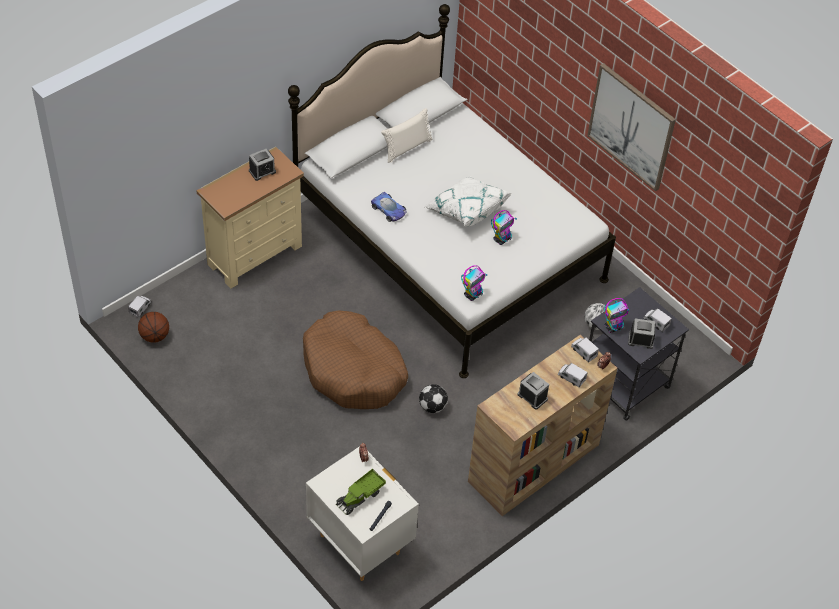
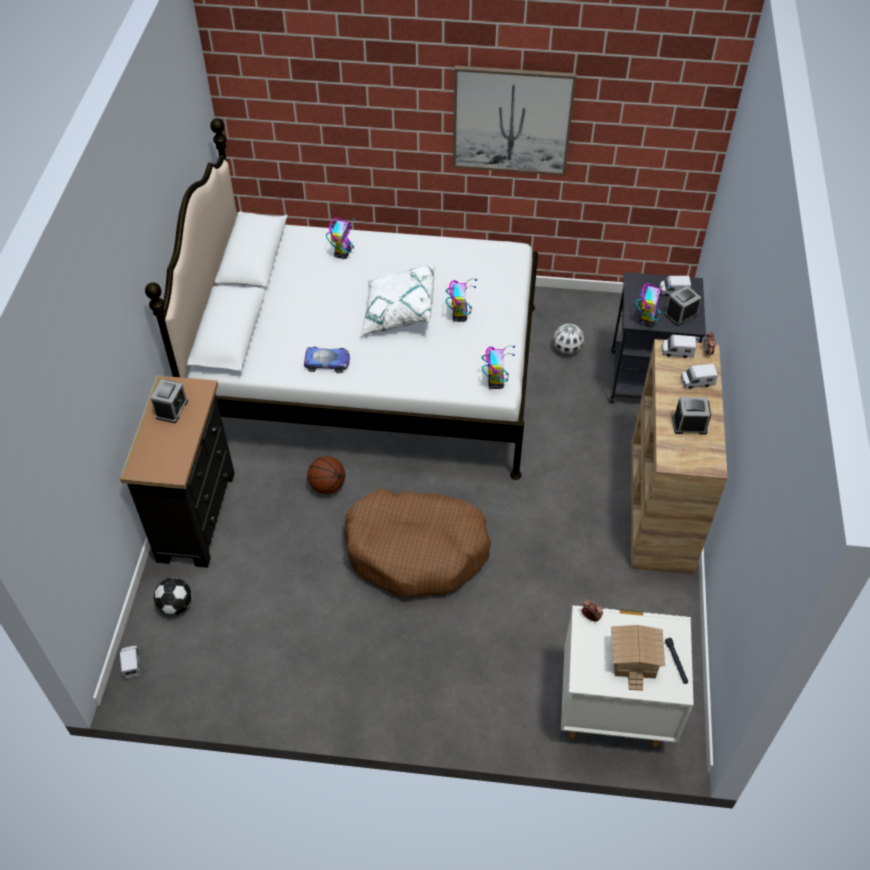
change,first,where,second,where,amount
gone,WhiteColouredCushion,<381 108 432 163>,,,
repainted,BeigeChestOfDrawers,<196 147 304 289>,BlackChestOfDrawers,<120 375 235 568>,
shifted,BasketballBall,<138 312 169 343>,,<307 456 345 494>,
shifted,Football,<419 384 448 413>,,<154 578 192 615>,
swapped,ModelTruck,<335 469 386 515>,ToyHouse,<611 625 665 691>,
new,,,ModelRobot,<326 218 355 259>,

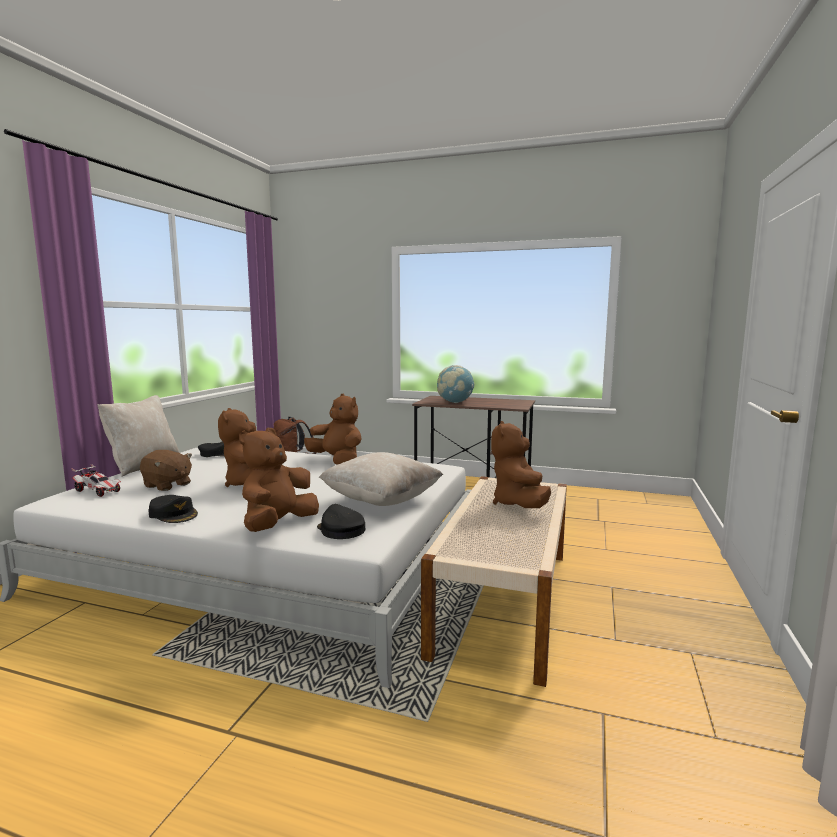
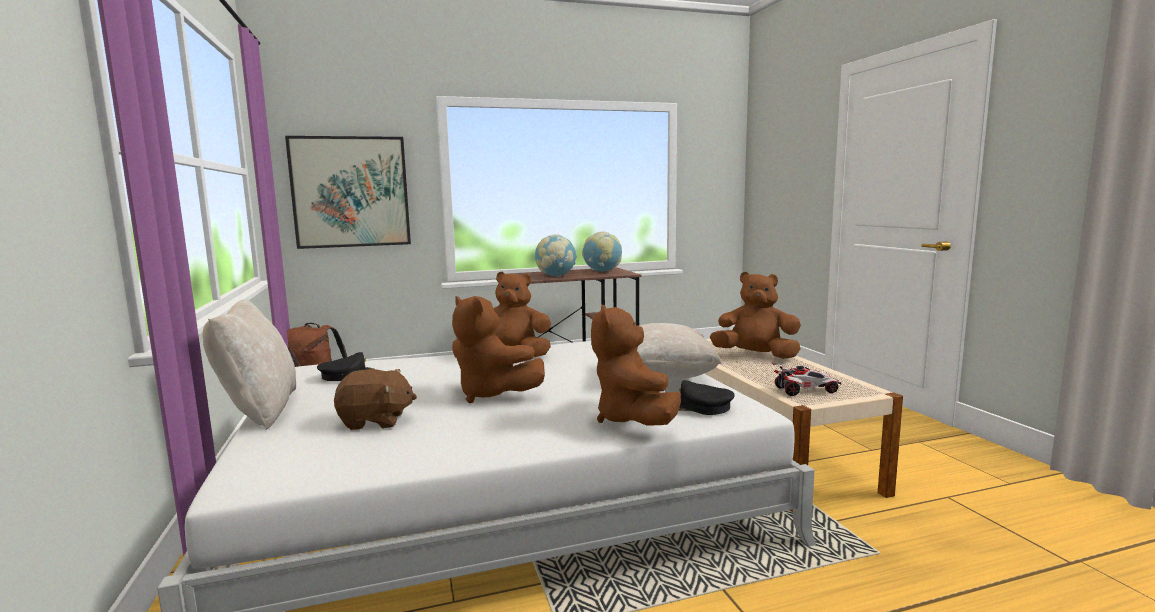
change,first,where,second,where,amount
rotated,BrownColouredPlushToy,<491 421 551 508>,,<710 272 801 359>,135 degrees clockwise
shifted,ToyCar,<71 464 121 497>,,<771 362 841 396>,
gone,BlackPeakedCap,<148 495 198 523>,,,
new,,,Picture,<285 136 411 249>,
new,,,WorldGlobe,<582 232 622 272>,

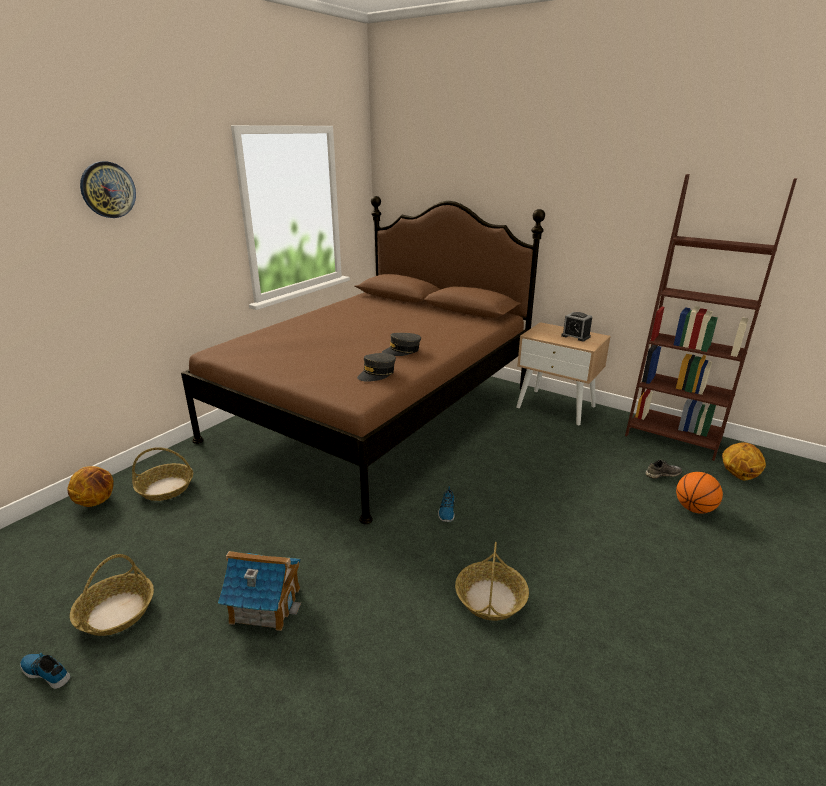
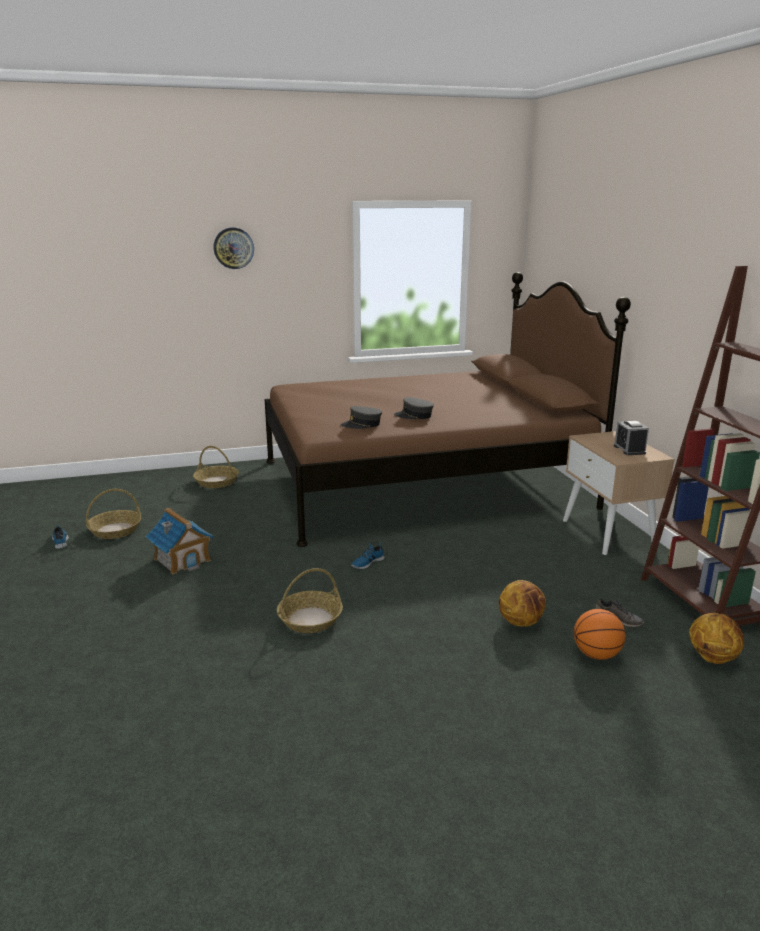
change,first,where,second,where,amount
shifted,BasketballBall,<67 466 114 507>,,<499 580 546 627>,

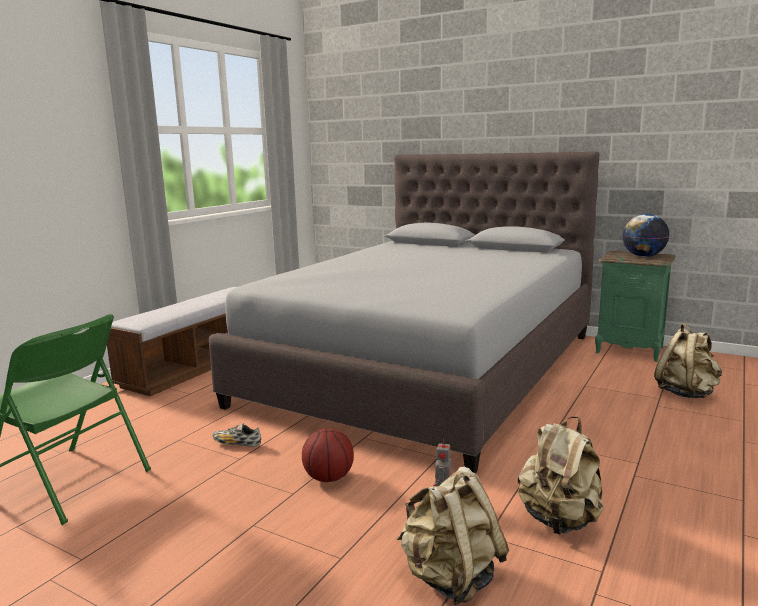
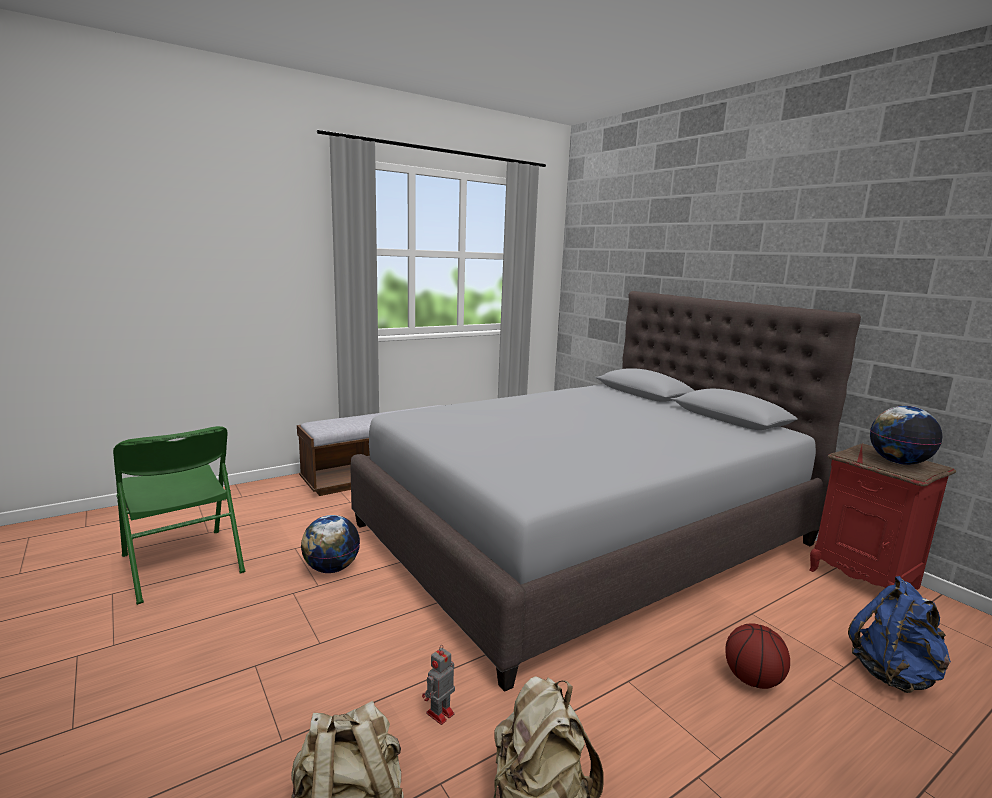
change,first,where,second,where,amount
repainted,GreenColouredNightTable,<595 251 676 362>,RedNightTable,<810 443 956 590>,
repainted,BeigeBackpack,<654 323 722 398>,BlueColouredBackpack,<848 576 951 693>,
swapped,Shoe,<212 423 261 447>,WorldGlobe,<301 515 360 573>,
shifted,BasketballBall,<302 428 354 482>,,<725 623 790 689>,

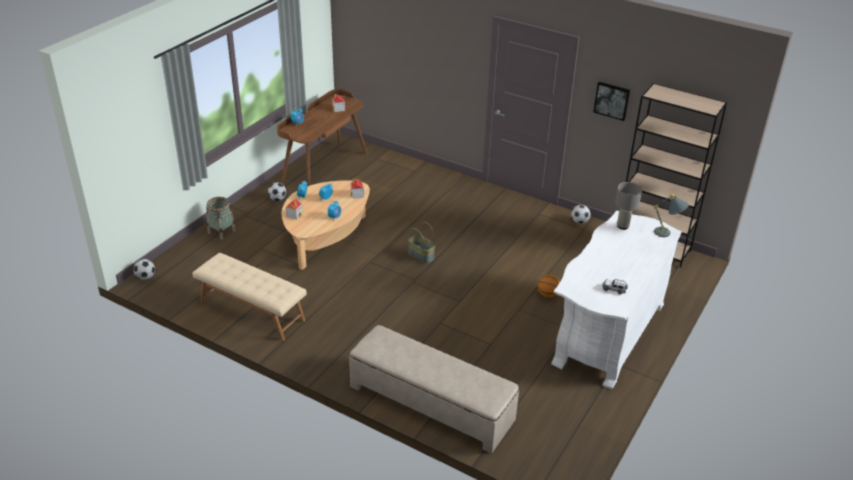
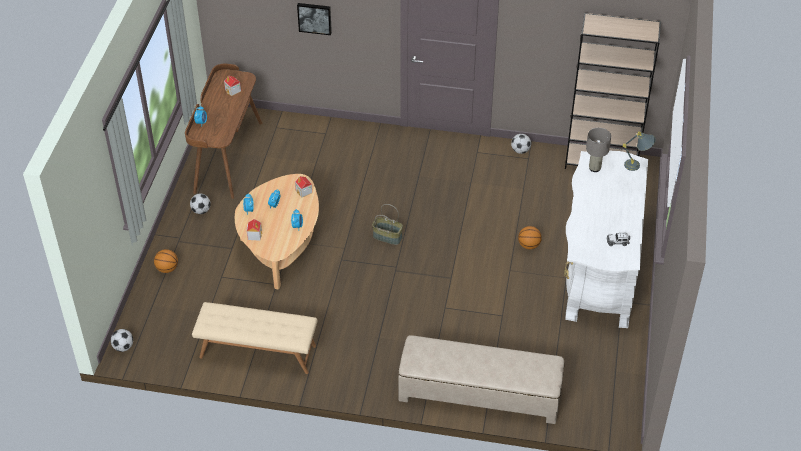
change,first,where,second,where,amount
shifted,Picture,<594 82 630 121>,,<297 3 332 35>,
swapped,HouseholdBasket,<206 197 236 240>,BasketballBall,<154 249 178 273>,

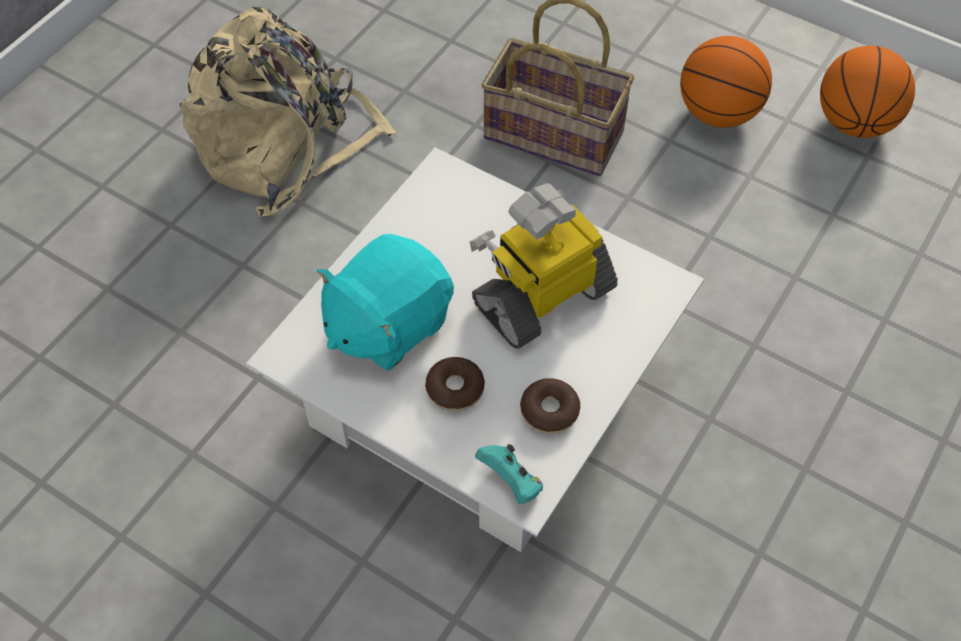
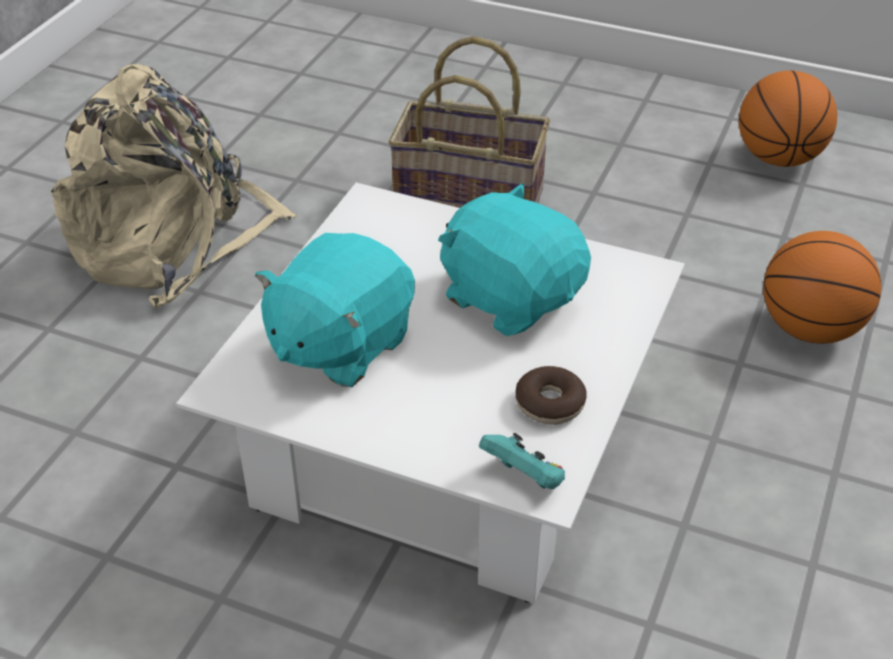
change,first,where,second,where,amount
shifted,BasketballBall,<680 36 772 128>,,<763 231 881 344>,
swapped,ModelRobot,<470 183 618 349>,TurquoiseColouredPlushToy,<438 183 591 336>,
gone,Donut,<425 357 485 411>,,,

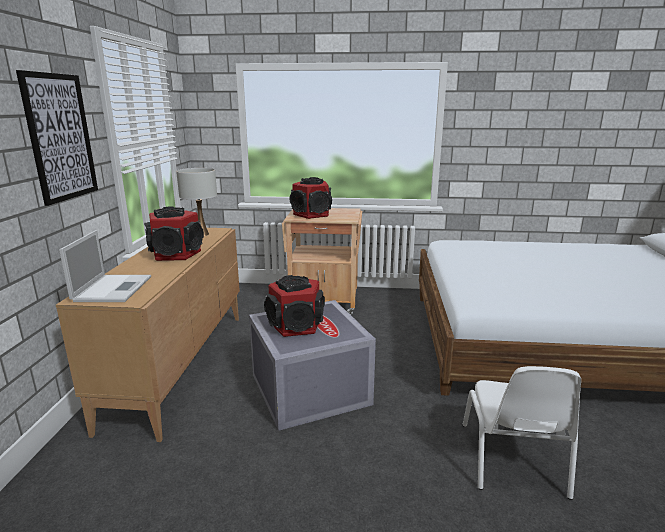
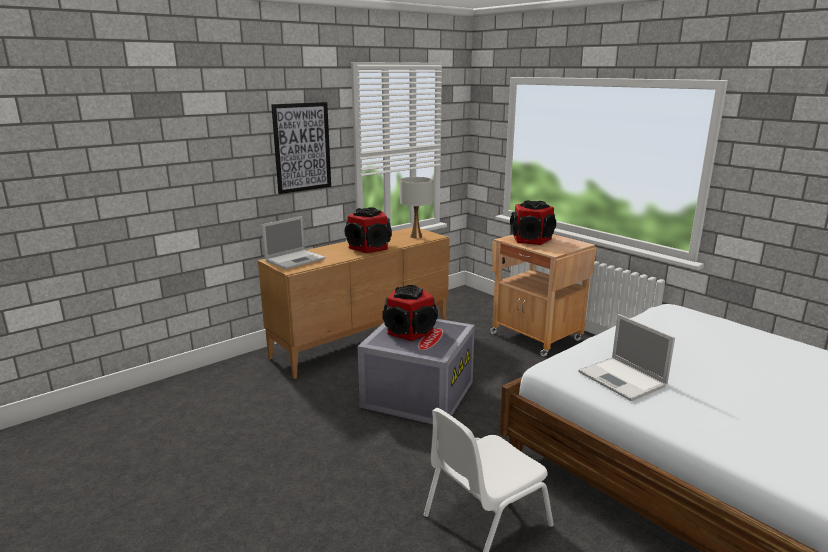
change,first,where,second,where,amount
new,,,Laptop,<578 314 675 401>,

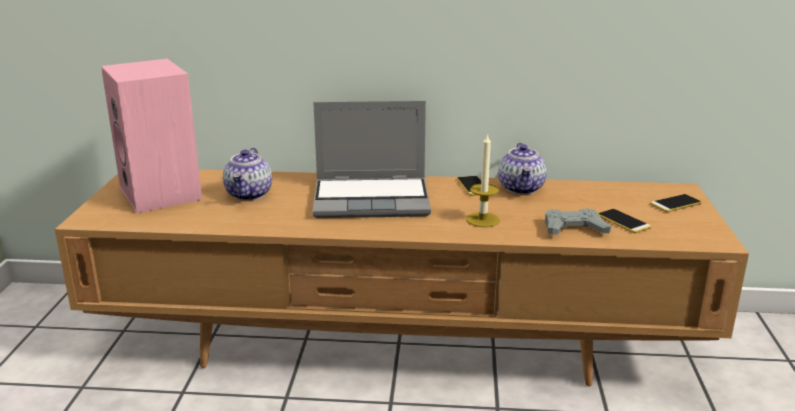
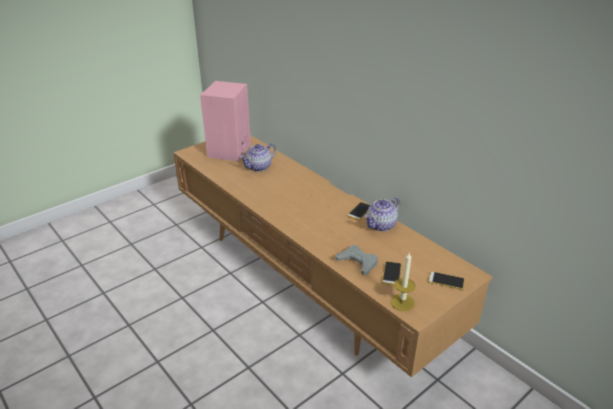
change,first,where,second,where,amount
gone,Laptop,<312 101 431 218>,,,
shifted,Candle,<466 133 500 227>,,<391 253 416 311>,

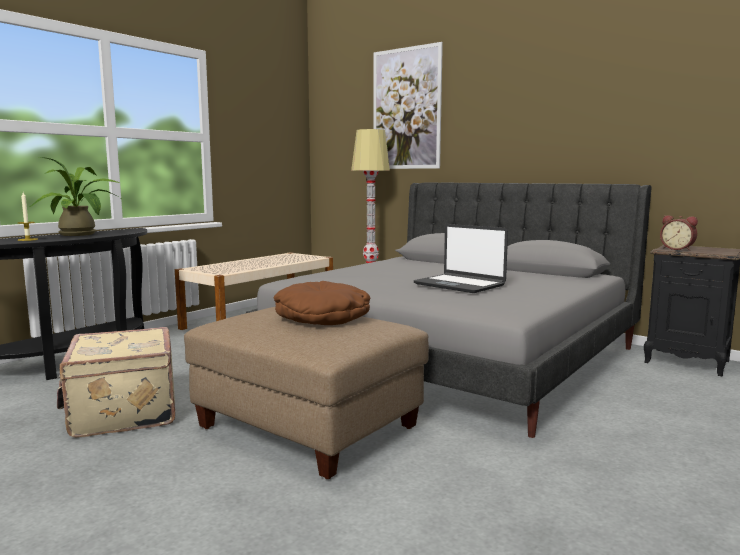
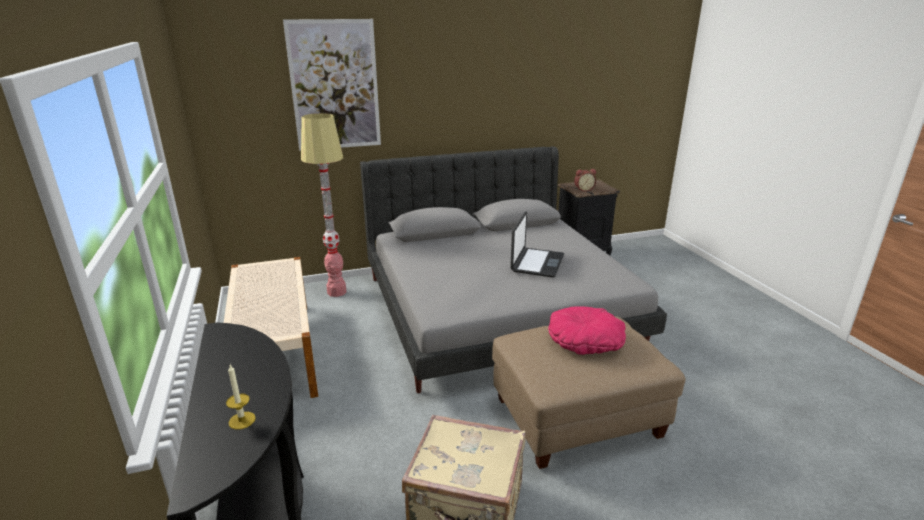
change,first,where,second,where,amount
gone,PlantInAPot,<30 157 120 236>,,,
rotated,Laptop,<414 224 508 293>,,<510 212 564 277>,60 degrees counterclockwise
repainted,BrownColouredCushion,<274 281 370 325>,PinkishCushion,<548 307 626 355>,

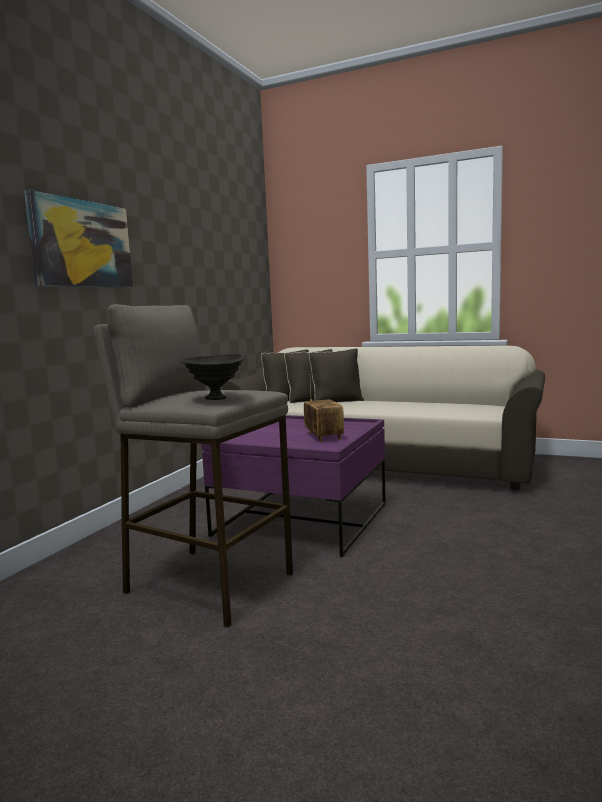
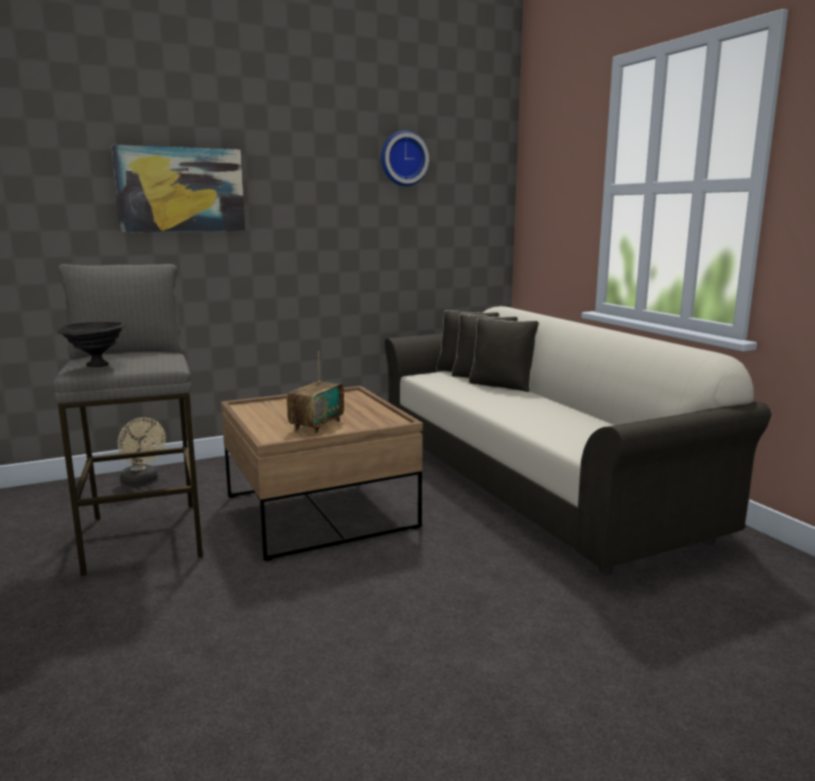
change,first,where,second,where,amount
repainted,PurpleColouredLowTable,<201 415 386 557>,BrownColouredLowTable,<221 386 423 561>,
new,,,WallClock,<381 131 429 186>,
new,,,BeigeCoolingFan,<118 417 166 485>,

